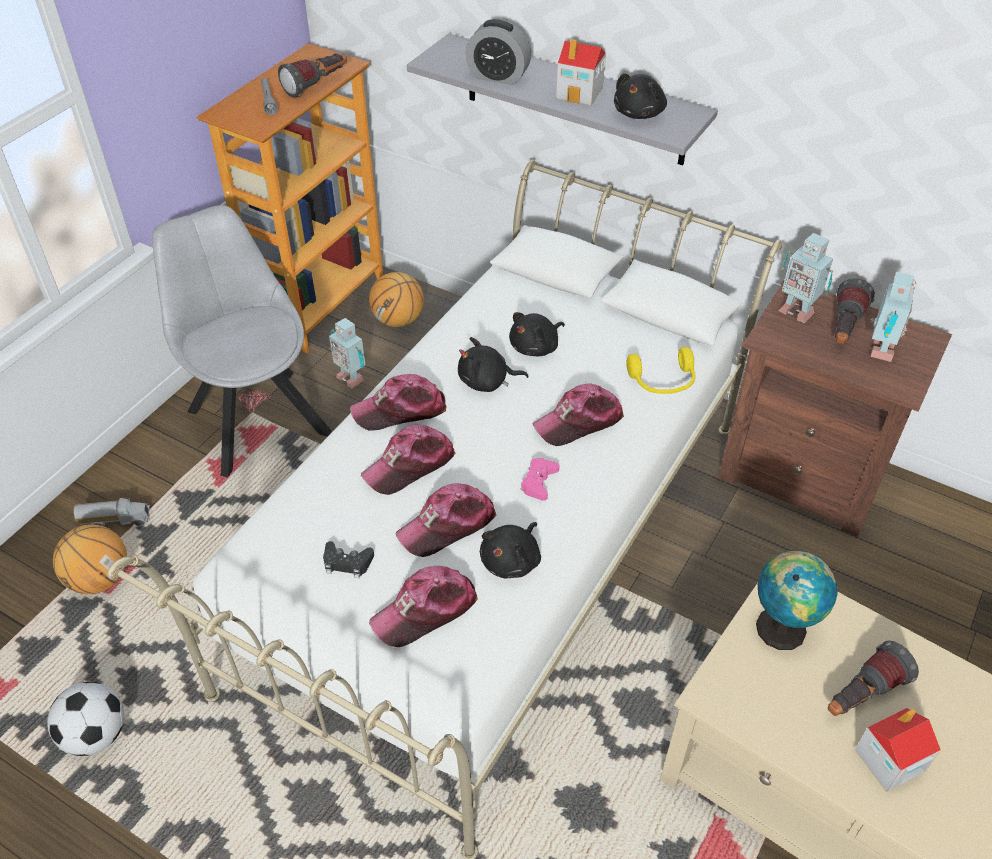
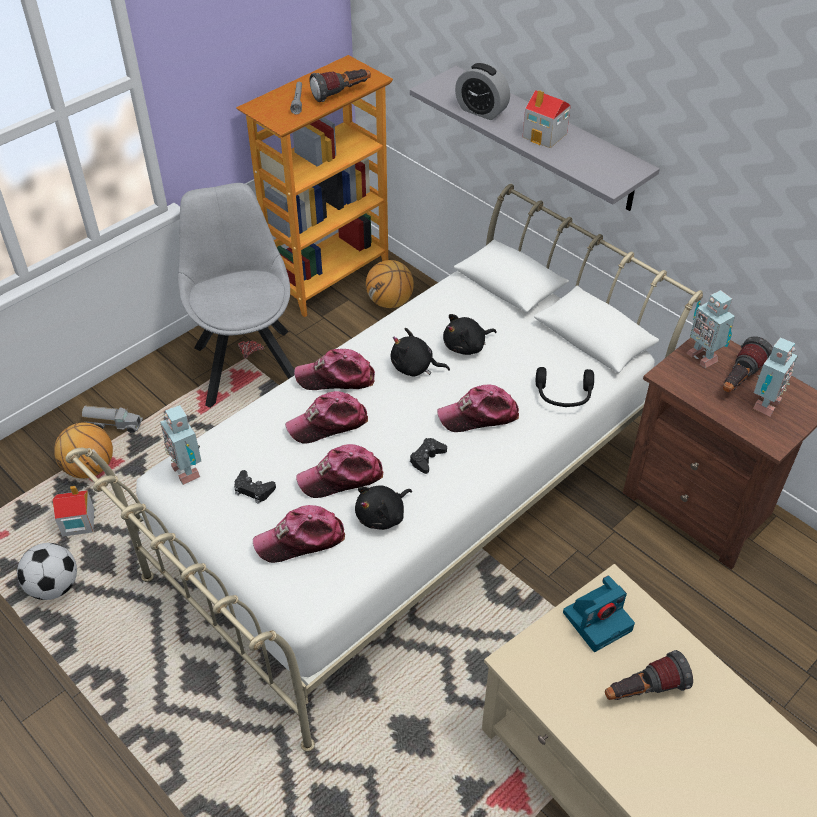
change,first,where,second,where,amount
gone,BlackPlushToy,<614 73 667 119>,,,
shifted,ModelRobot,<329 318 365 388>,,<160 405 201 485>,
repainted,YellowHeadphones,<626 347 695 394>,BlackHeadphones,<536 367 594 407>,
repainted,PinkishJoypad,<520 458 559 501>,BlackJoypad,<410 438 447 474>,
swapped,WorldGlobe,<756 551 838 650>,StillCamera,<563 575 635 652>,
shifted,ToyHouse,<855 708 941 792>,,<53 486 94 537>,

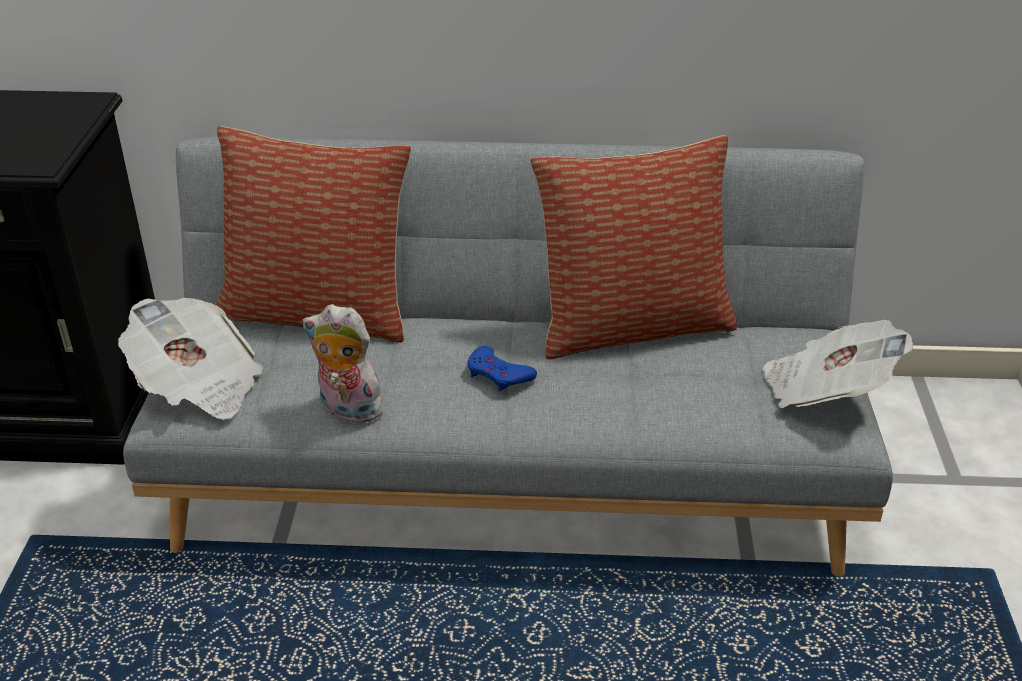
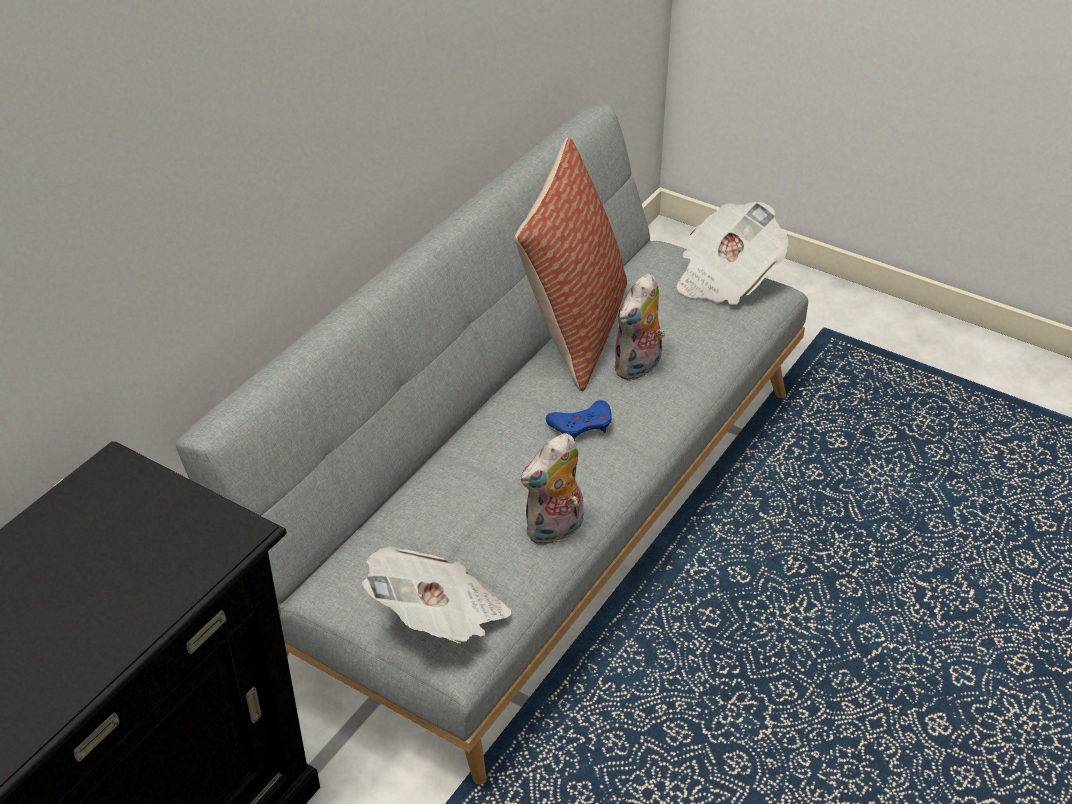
change,first,where,second,where,amount
gone,Cushion,<217 126 411 343>,,,
new,,,PlushToy,<613 273 665 381>,

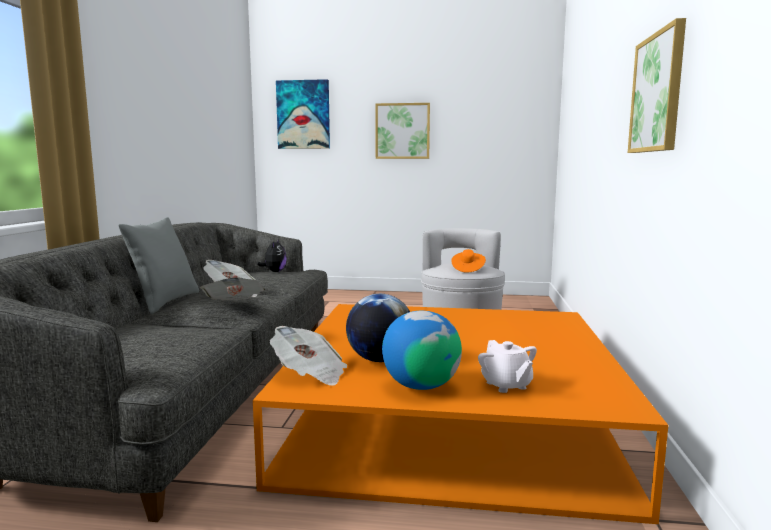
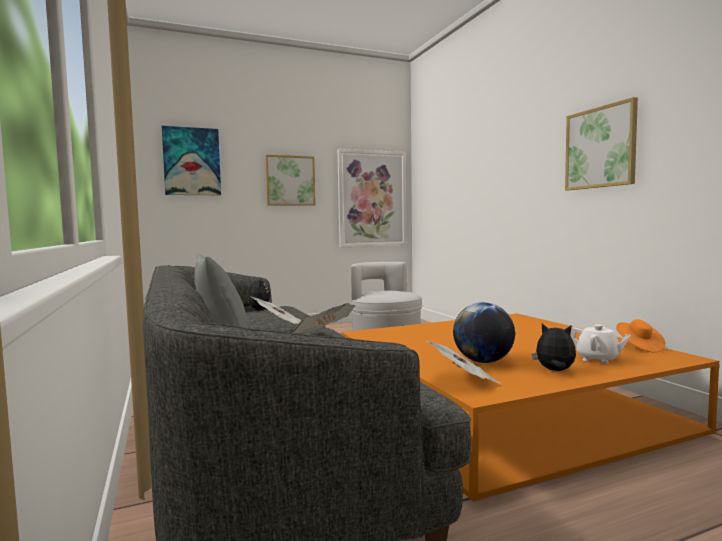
change,first,where,second,where,amount
shifted,OrangeyHat,<451 249 486 272>,,<616 320 665 353>,
swapped,WorldGlobe,<382 311 462 390>,PlushToy,<532 324 576 371>,
new,,,Picture,<337 149 406 248>,

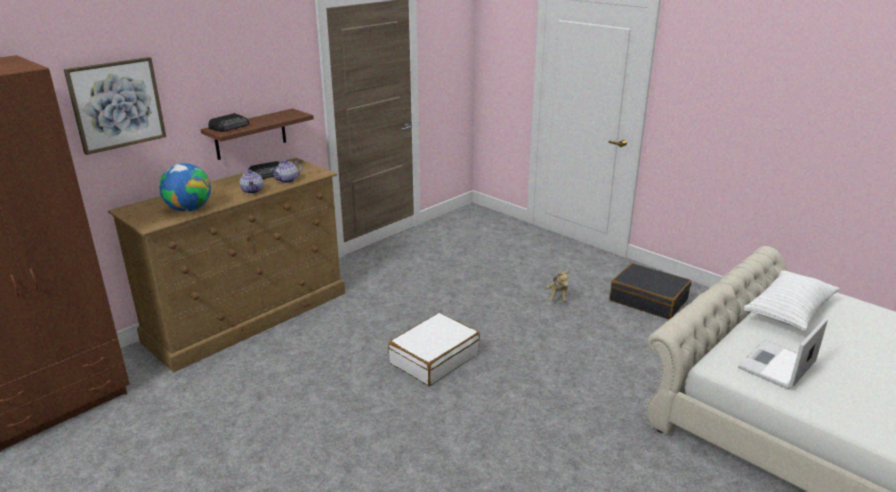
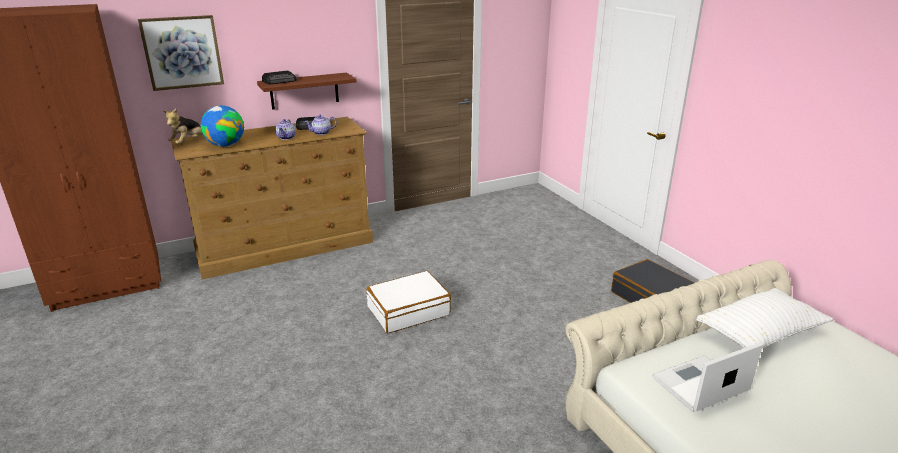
change,first,where,second,where,amount
shifted,PlushToy,<546 270 570 302>,,<163 109 203 144>,

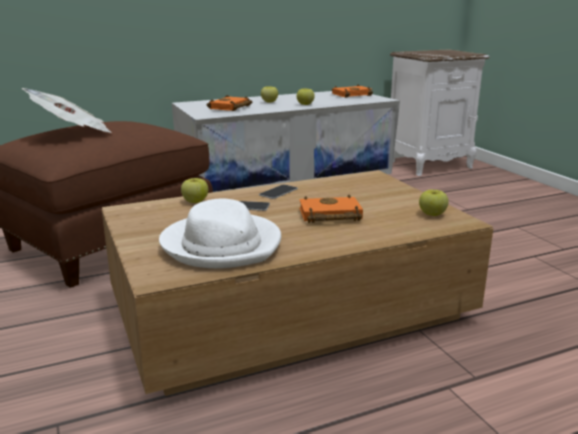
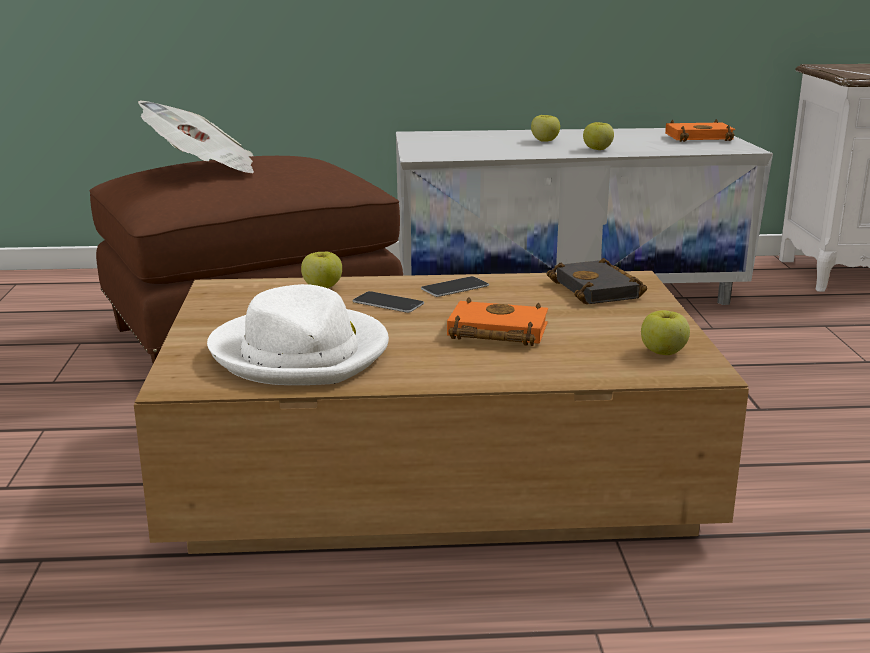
change,first,where,second,where,amount
gone,OrangeyBoundBook,<207 95 252 111>,,,
new,,,BlackBoundBook,<547 258 647 304>,

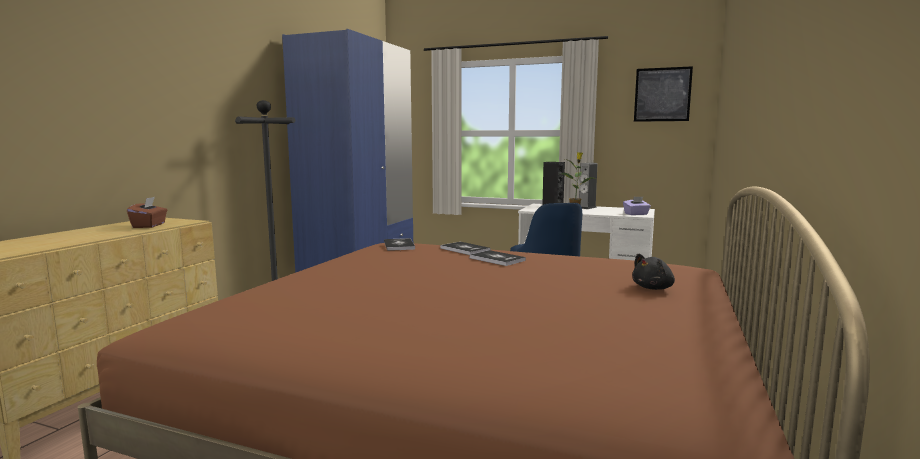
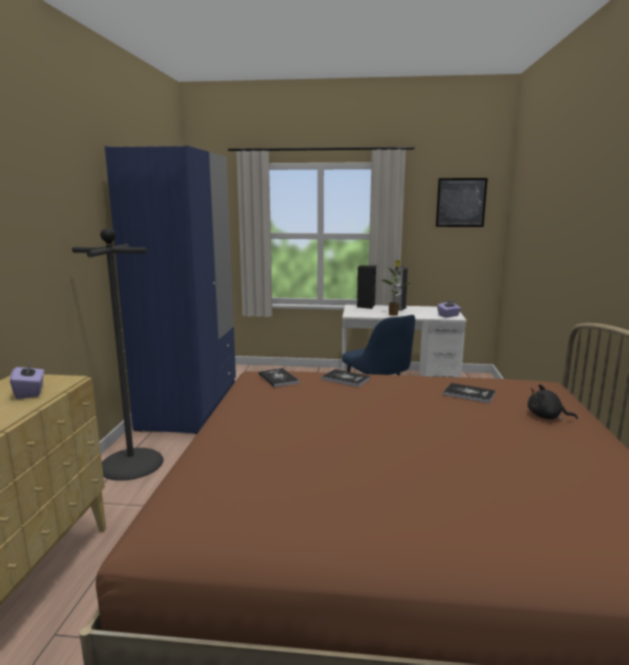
change,first,where,second,where,amount
repainted,BrownColouredTissueBox,<127 197 167 228>,PurpleColouredTissueBox,<10 359 44 399>,
shifted,BoundBook,<470 250 526 266>,,<443 383 496 403>,
rotated,BlackPlushToy,<632 254 675 290>,,<528 384 578 420>,75 degrees clockwise

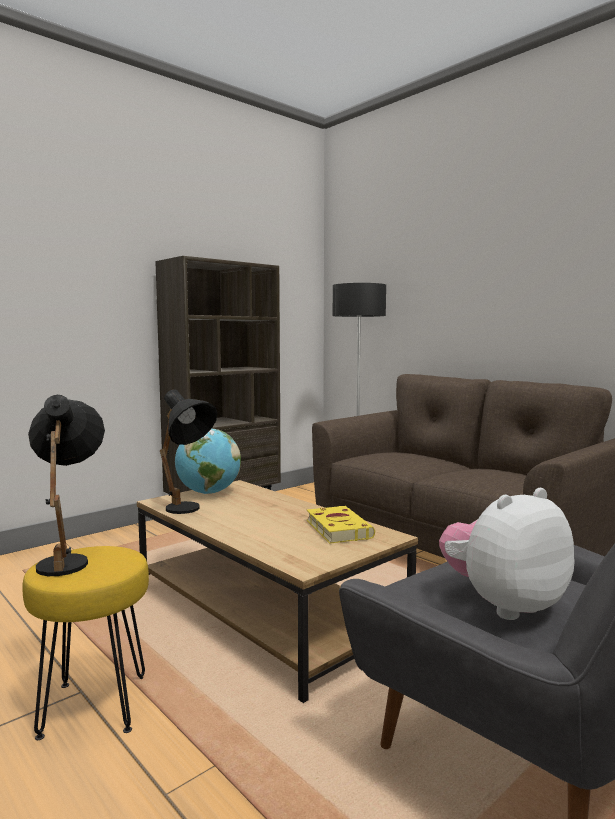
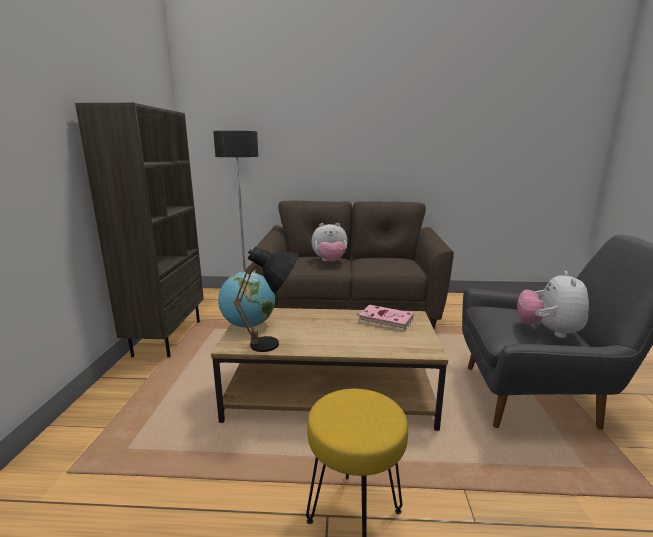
change,first,where,second,where,amount
gone,BlackTabletopLamp,<28 395 105 576>,,,
repainted,YellowBoundBook,<306 506 375 544>,PinkishBoundBook,<357 305 414 332>,
new,,,PlushToy,<312 223 348 262>,

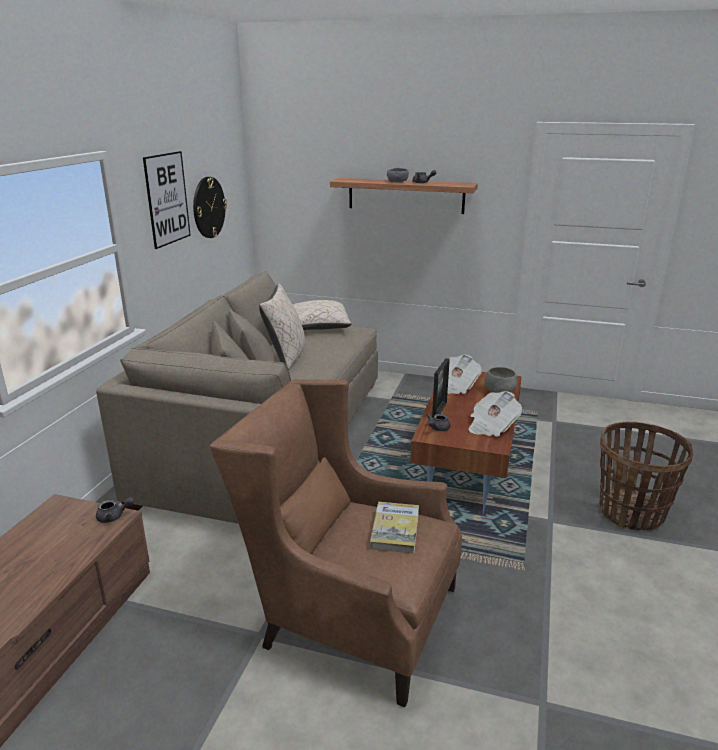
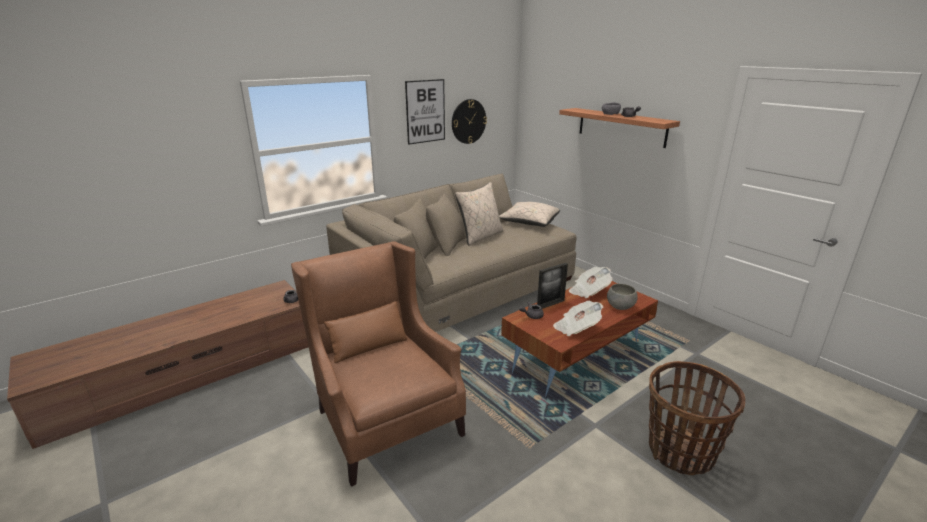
change,first,where,second,where,amount
gone,BoundBook,<370 502 419 553>,,,

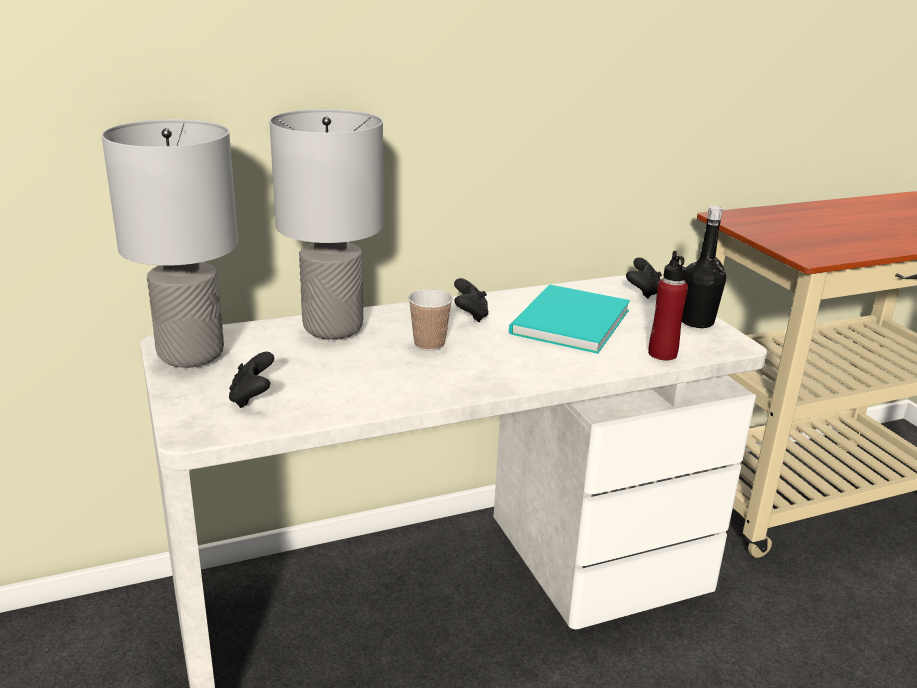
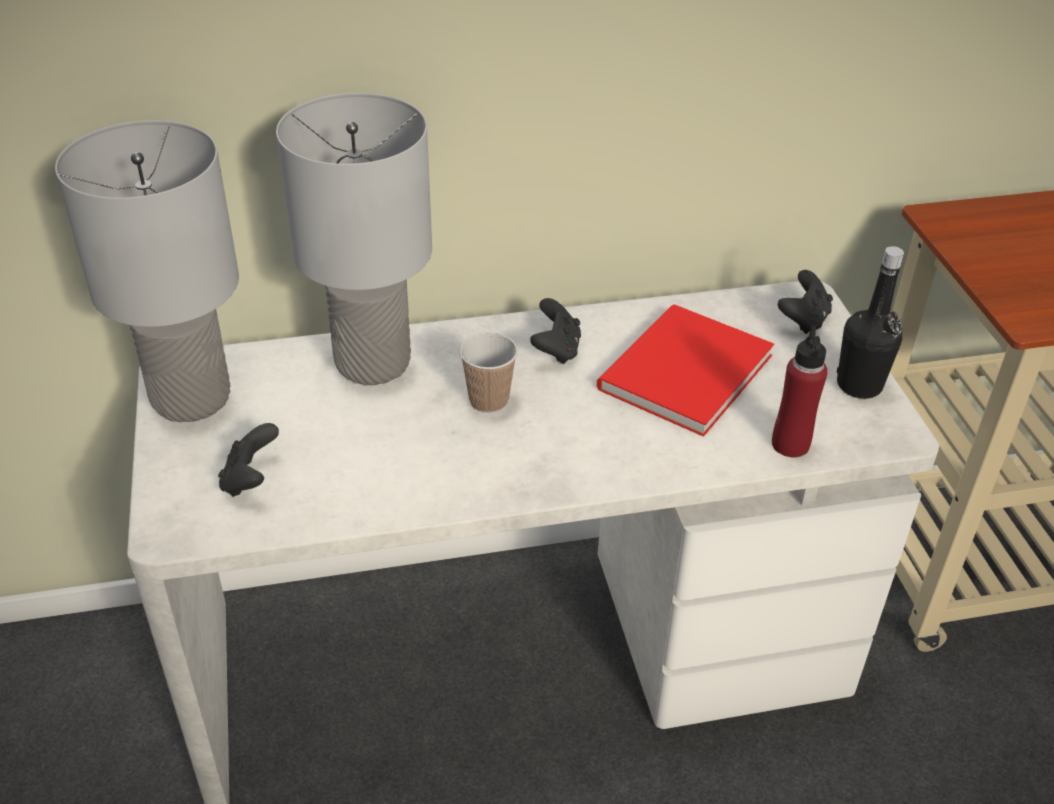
change,first,where,second,where,amount
repainted,TurquoiseColouredBoundBook,<509 285 630 354>,RedBoundBook,<596 304 774 437>,

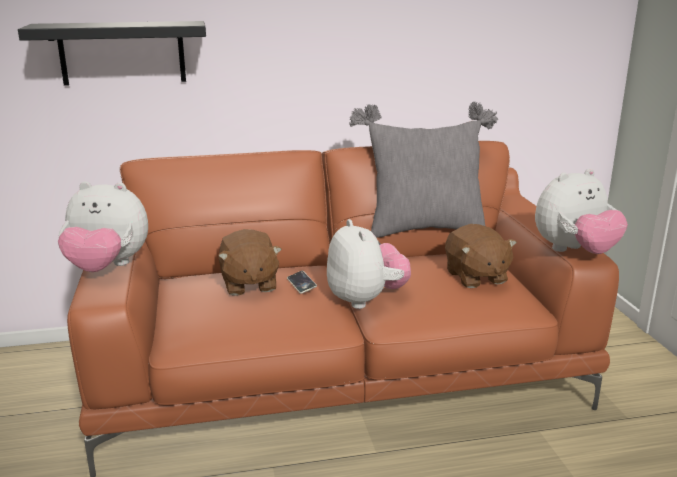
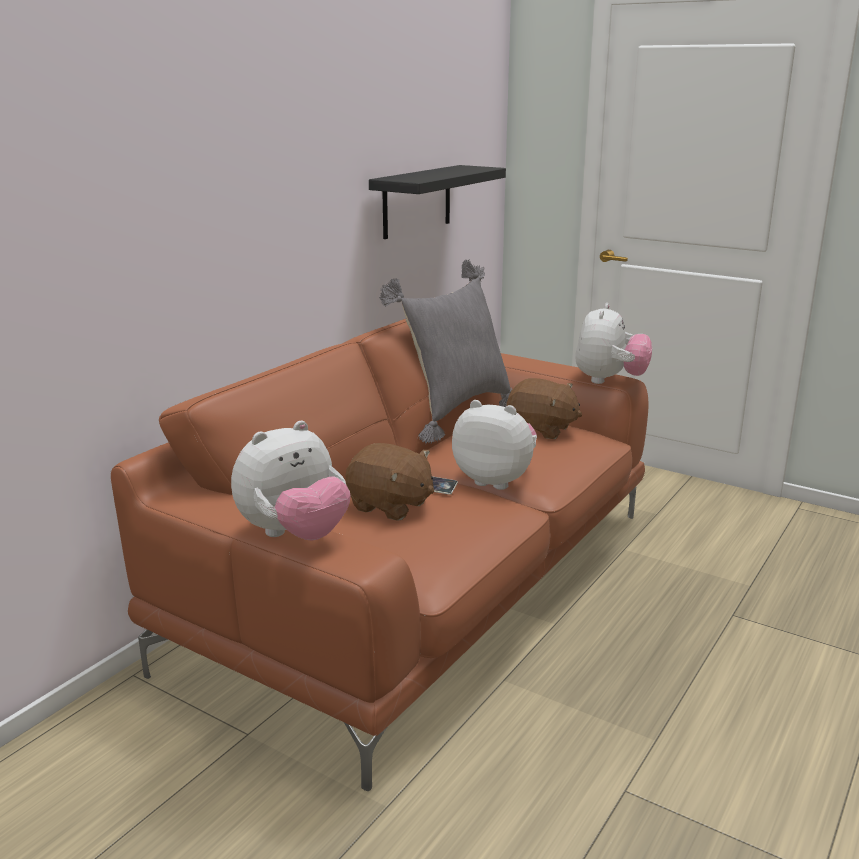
change,first,where,second,where,amount
shifted,BlackShelf,<18 21 206 86>,,<369 165 506 239>,

